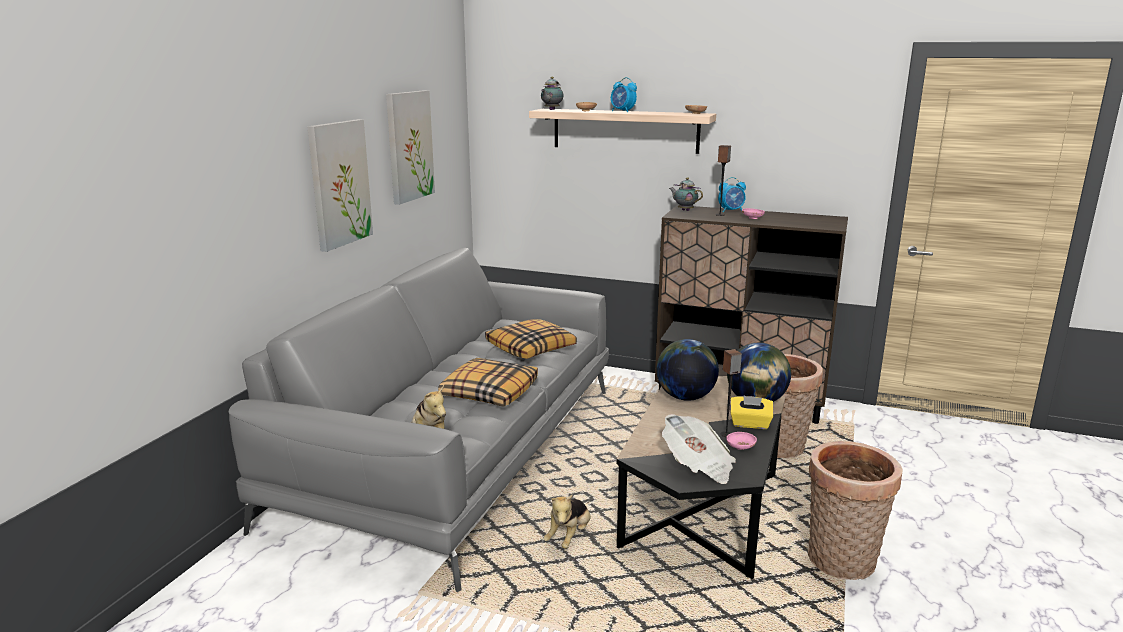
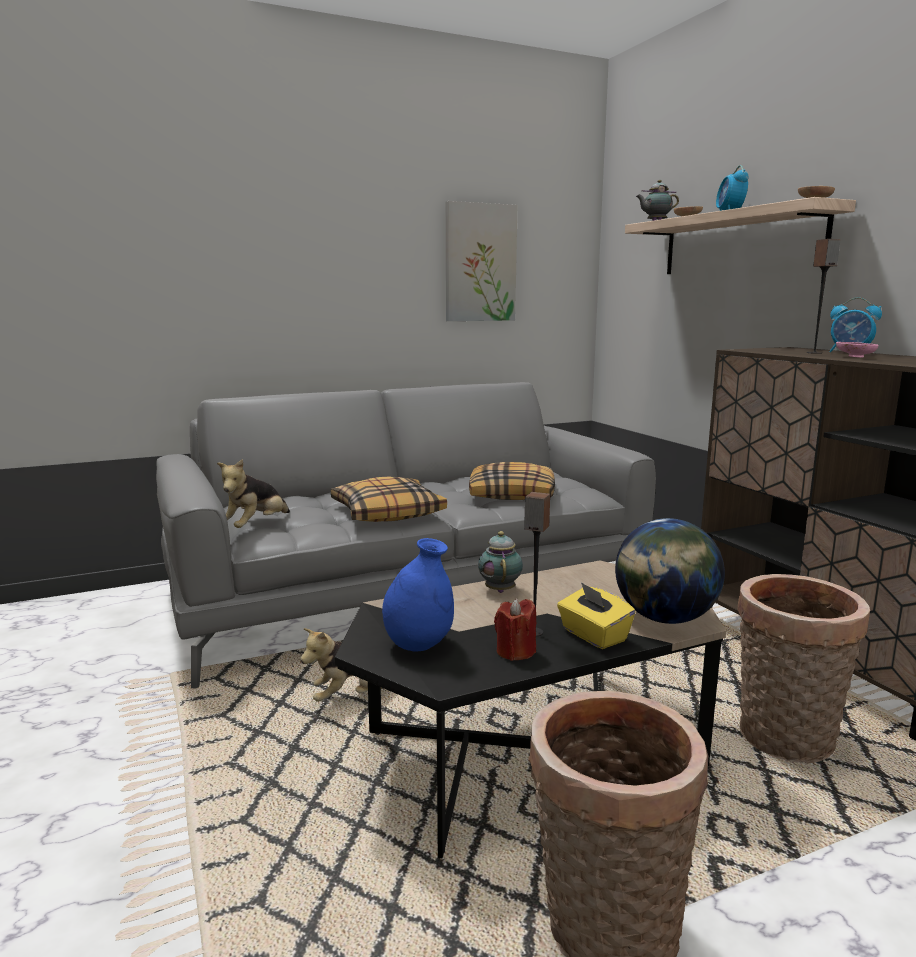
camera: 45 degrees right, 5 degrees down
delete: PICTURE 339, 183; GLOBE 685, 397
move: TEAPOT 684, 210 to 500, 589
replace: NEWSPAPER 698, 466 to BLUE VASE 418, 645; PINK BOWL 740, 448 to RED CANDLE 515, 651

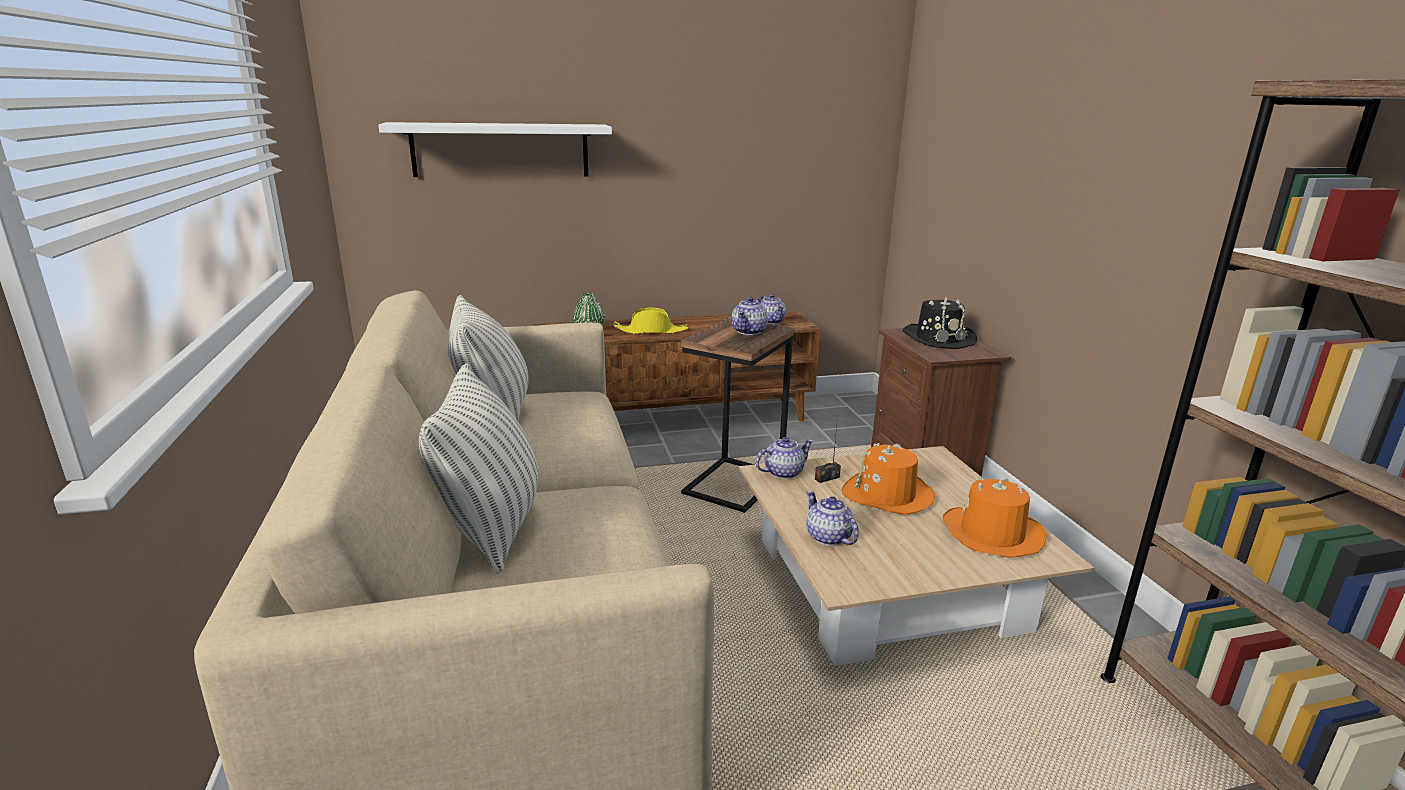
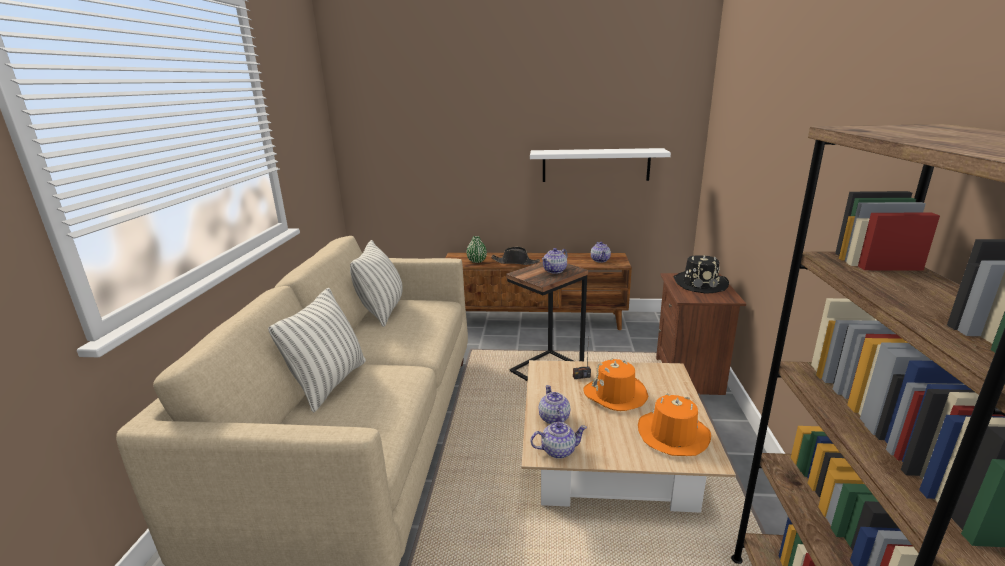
camera: 20 degrees right, 0 degrees up
move: WHITE SHELF 501, 150 to 595, 165; TEAPOT 782, 472 to 557, 450
recolor: YELLOW HAT 651, 331 to BLACK HAT 515, 262

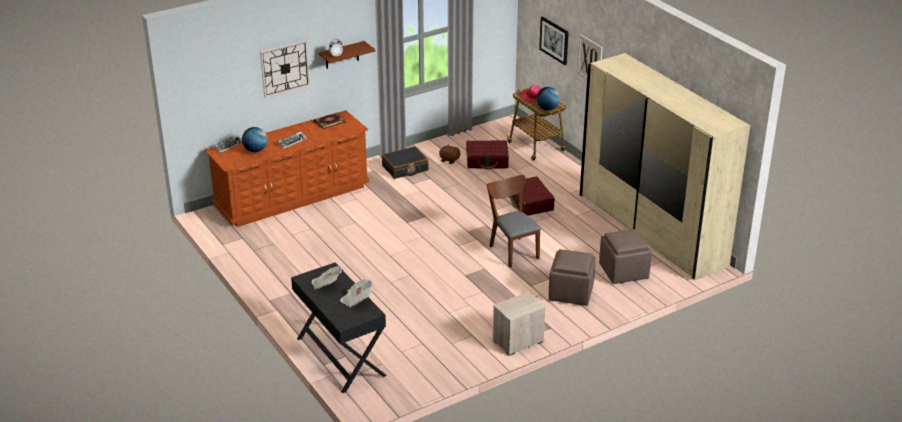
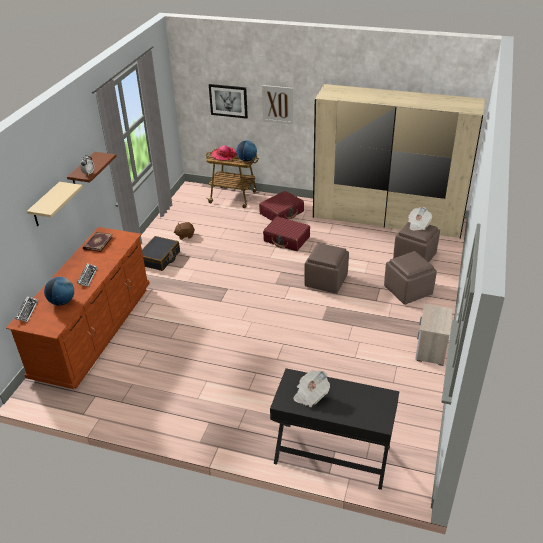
camera: 40 degrees left, 5 degrees up
move: NEWSPAPER 356, 300 to 418, 224; RED SUITCASE 487, 161 to 282, 213
replace: WALL CLOCK 285, 68 to BEIGE SHELF 46, 205; BROWN CHAIR 512, 250 to BROWN OTTOMAN 326, 281

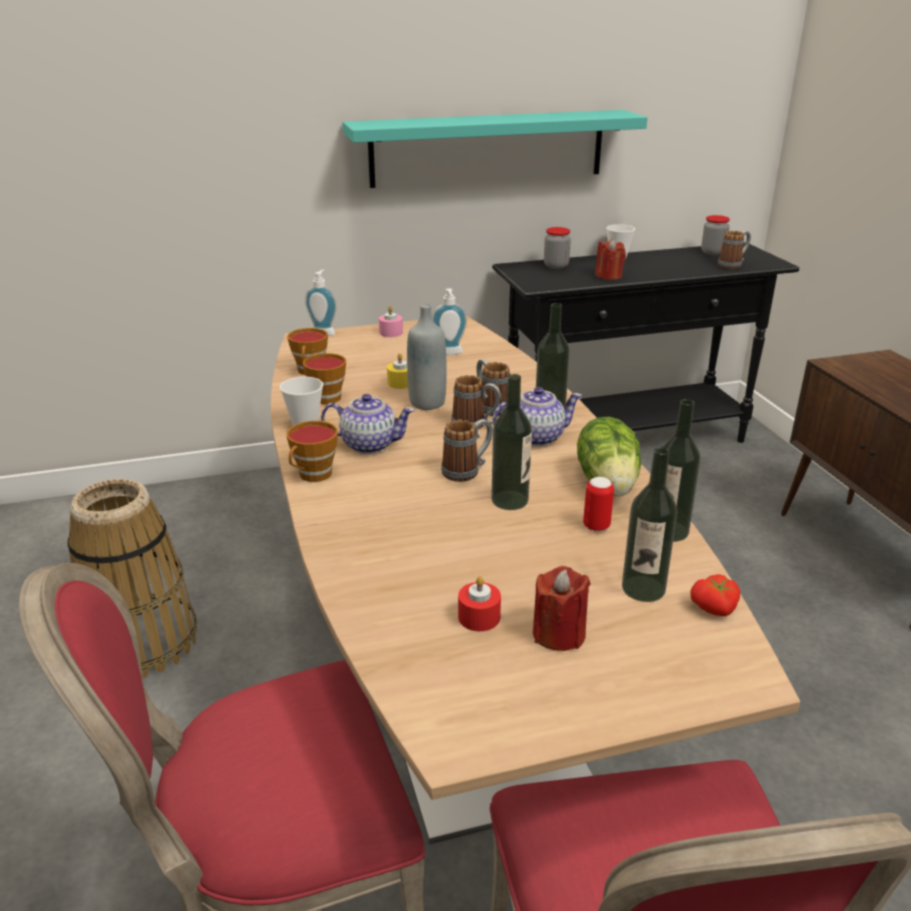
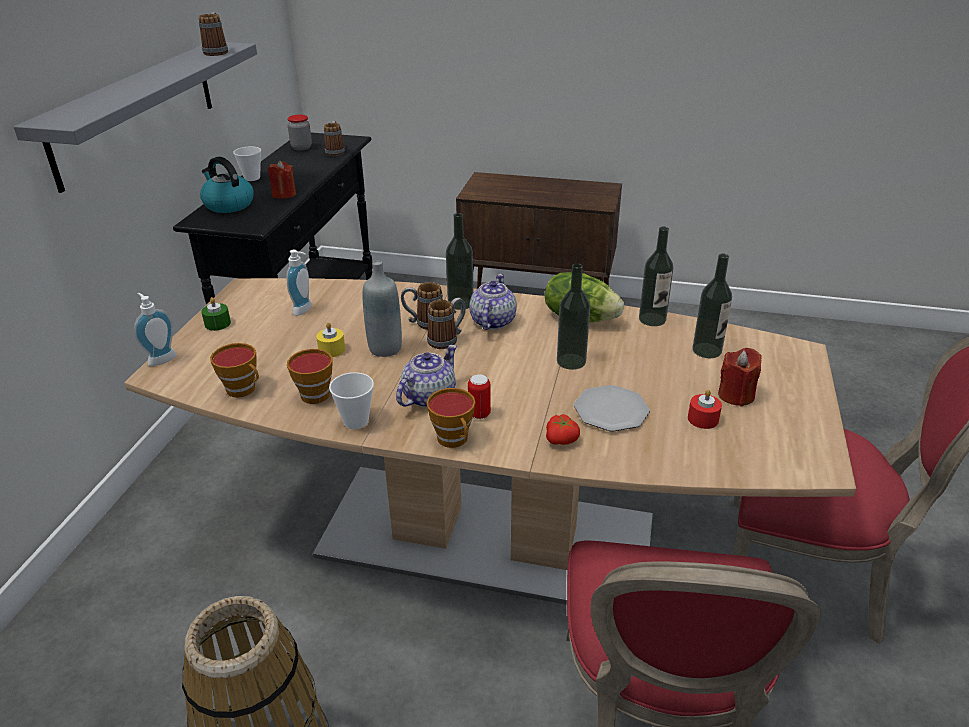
camera: 60 degrees left, 5 degrees up
insert: PLATE 610, 410
move: MUG 467, 470 to 217, 51; CAN 596, 526 to 479, 414; TOMATO 714, 608 to 562, 439
replace: JAR 556, 266 to KETTLE 228, 204
recolor: TURQUOISE SHELF 488, 148 to GREY SHELF 136, 111; PINK CANDLE 391, 332 to GREEN CANDLE 217, 324

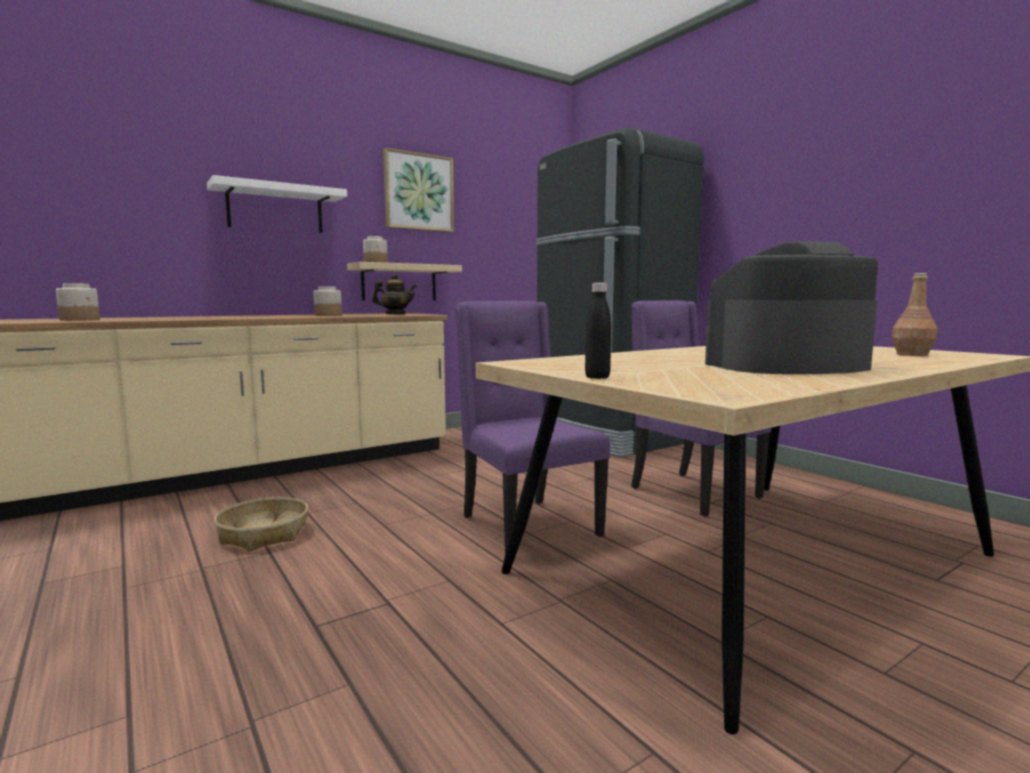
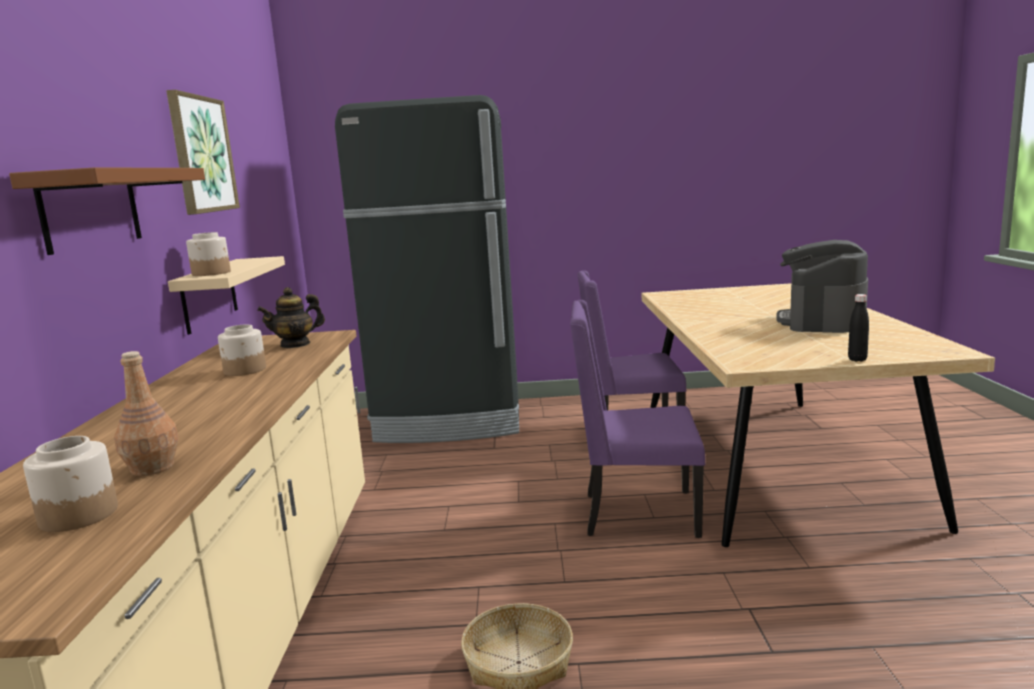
camera: 55 degrees left, 5 degrees up
move: BROWN BOTTLE 912, 354 to 153, 468
recolor: WHITE SHELF 275, 209 to BROWN SHELF 91, 209
rotate: TEAPOT 395, 314 = 295, 344 150 degrees counterclockwise

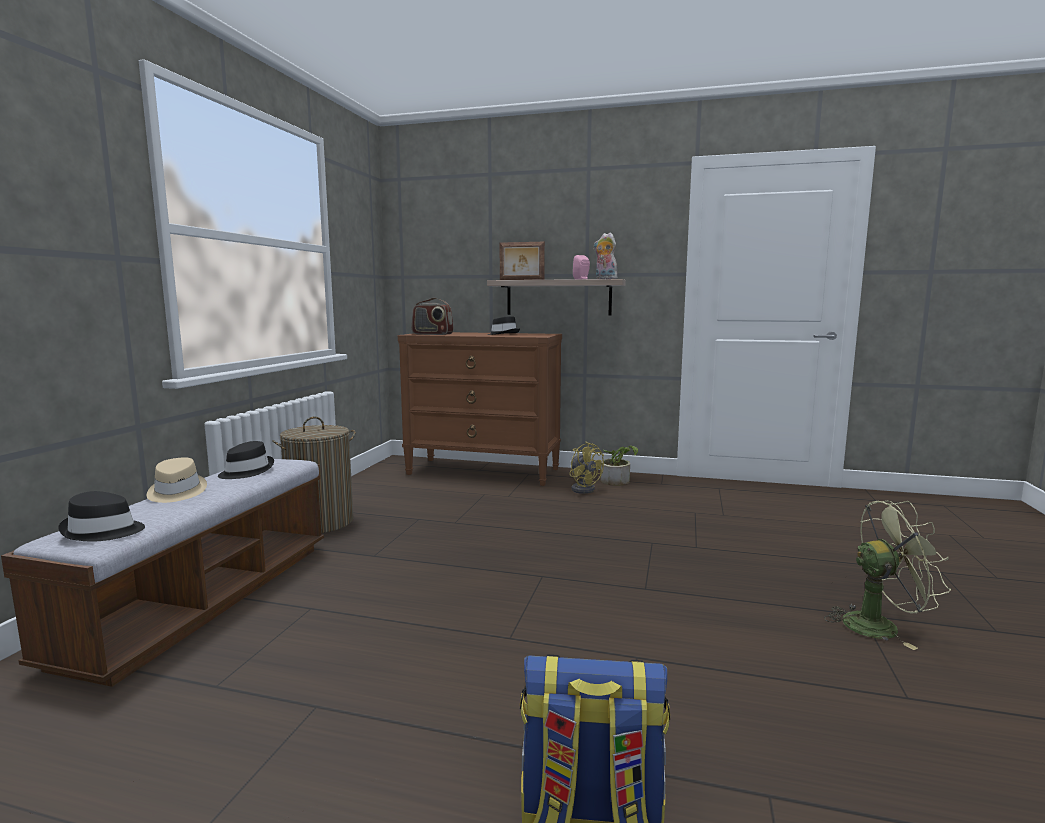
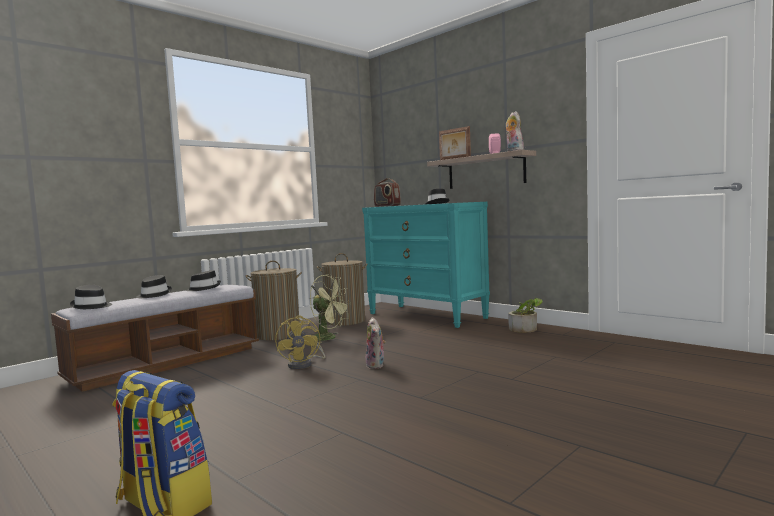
camera: 30 degrees right, 5 degrees down
insert: LAUNDRY BASKET 345, 321; PLUSH TOY 376, 365
move: YELLOW FAN 583, 488 to 304, 364; GREEN FAN 880, 625 to 329, 338
recolor: BEIGE HAT 176, 492 to BLACK HAT 153, 295; BROWN DRESSER 484, 471 to TURQUOISE DRESSER 427, 316

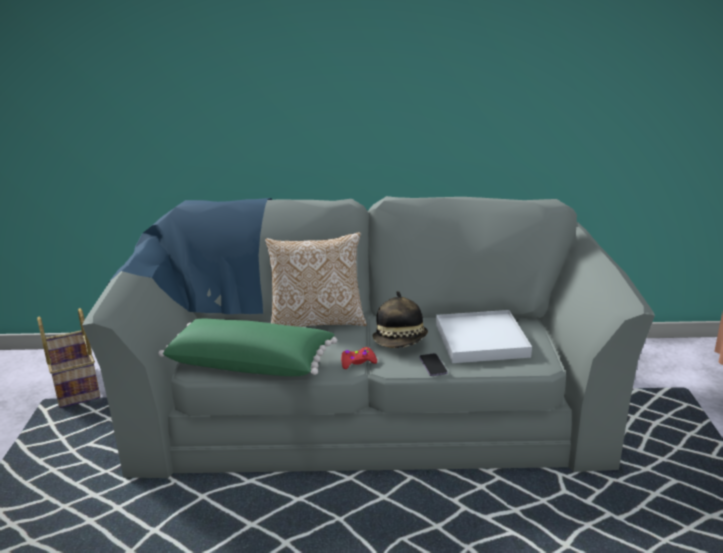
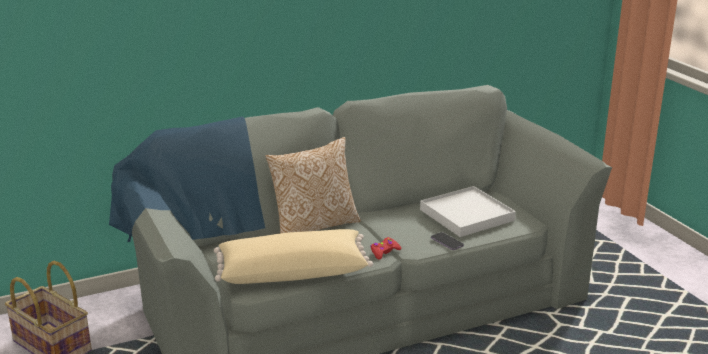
camera: 25 degrees left, 0 degrees up
delete: HAT 401, 342
recolor: GREEN PILLOW 251, 363 to BEIGE PILLOW 292, 272

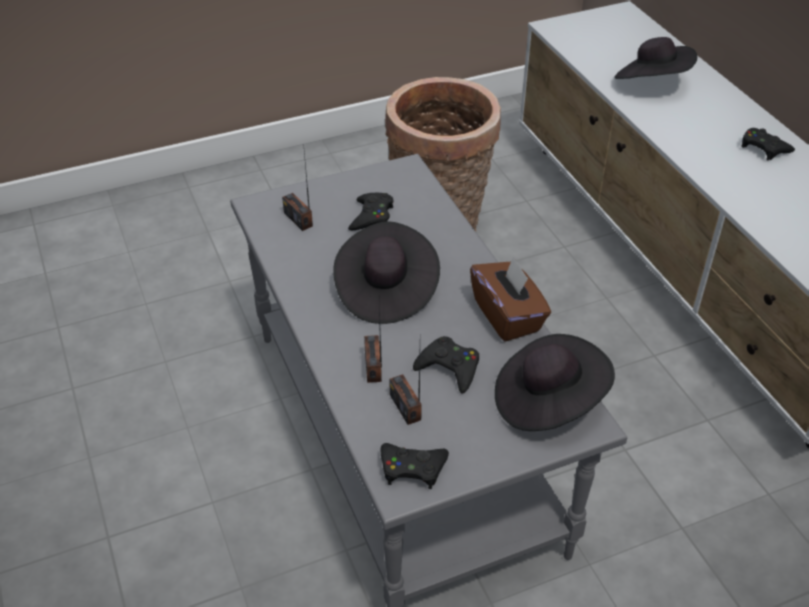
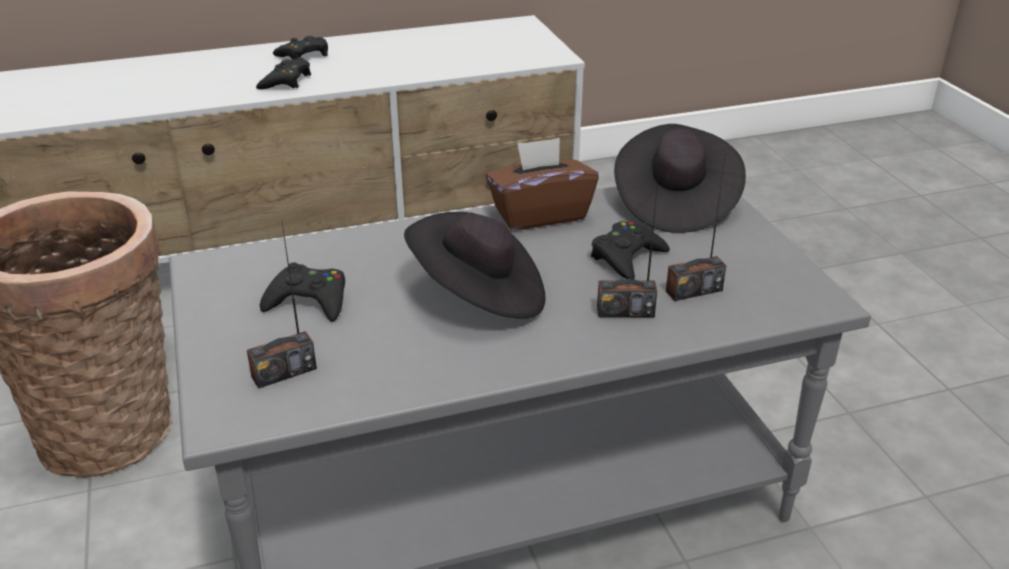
camera: 85 degrees left, 10 degrees down
delete: BLACK HAT 652, 82
move: BLACK GAME CONTROLLER 412, 468 to 286, 81

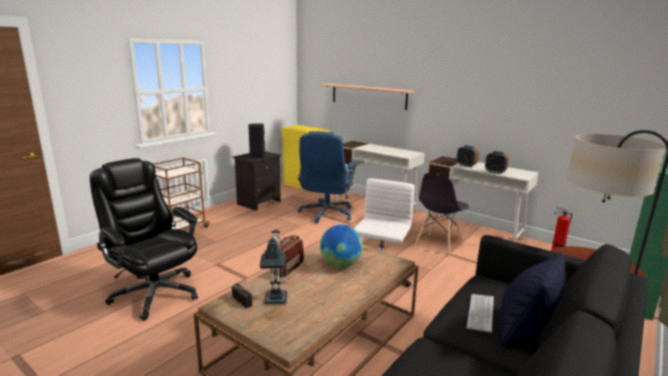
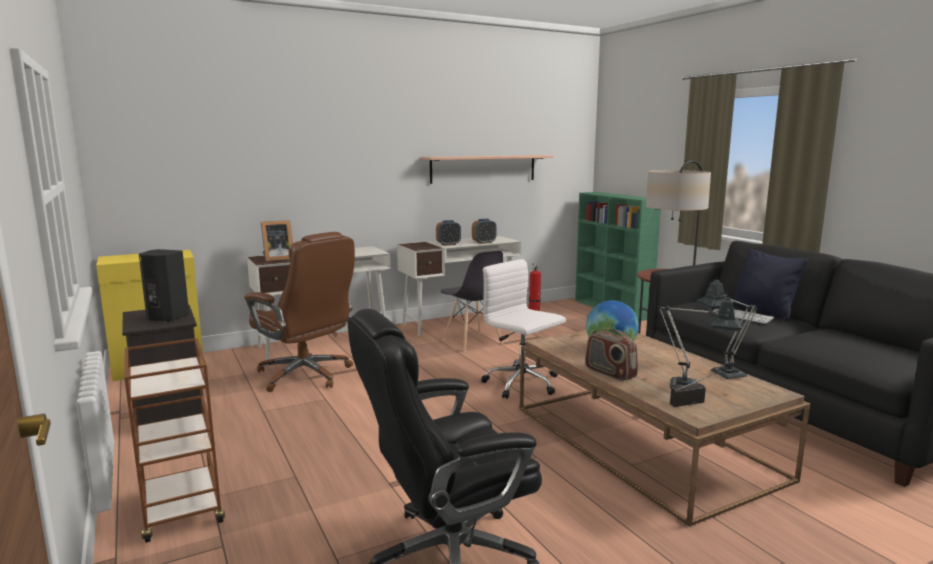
camera: 65 degrees left, 5 degrees down
insert: PICTURE FRAME 277, 259; TABLE LAMP 723, 372
move: SHELF 368, 96 to 483, 168
recolor: BLUE OFFICE CHAIR 326, 214 to BROWN OFFICE CHAIR 306, 375

